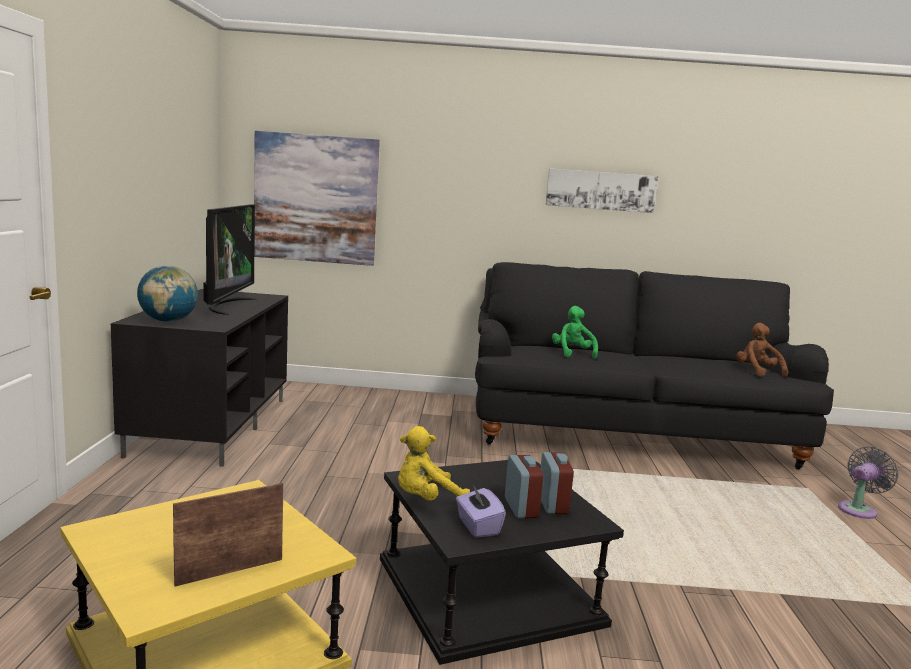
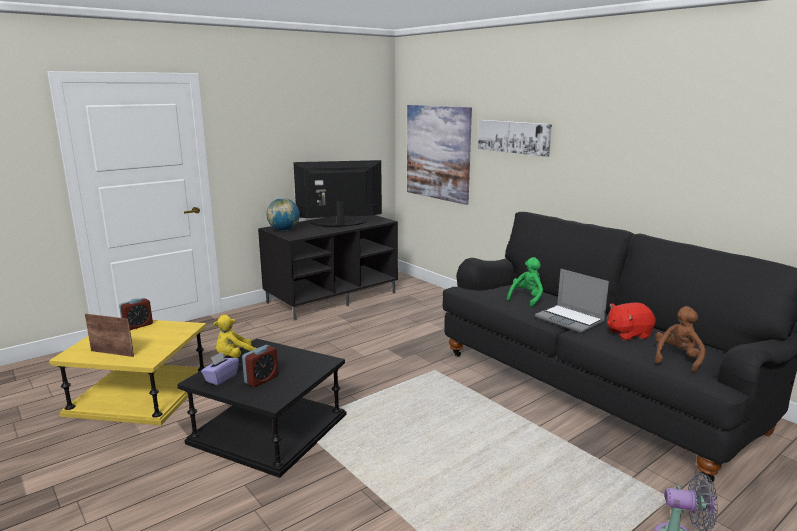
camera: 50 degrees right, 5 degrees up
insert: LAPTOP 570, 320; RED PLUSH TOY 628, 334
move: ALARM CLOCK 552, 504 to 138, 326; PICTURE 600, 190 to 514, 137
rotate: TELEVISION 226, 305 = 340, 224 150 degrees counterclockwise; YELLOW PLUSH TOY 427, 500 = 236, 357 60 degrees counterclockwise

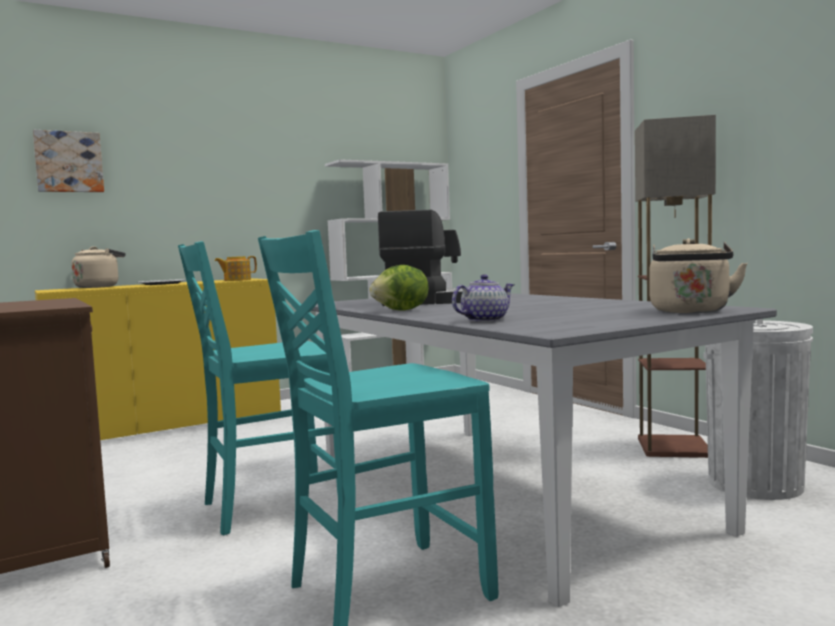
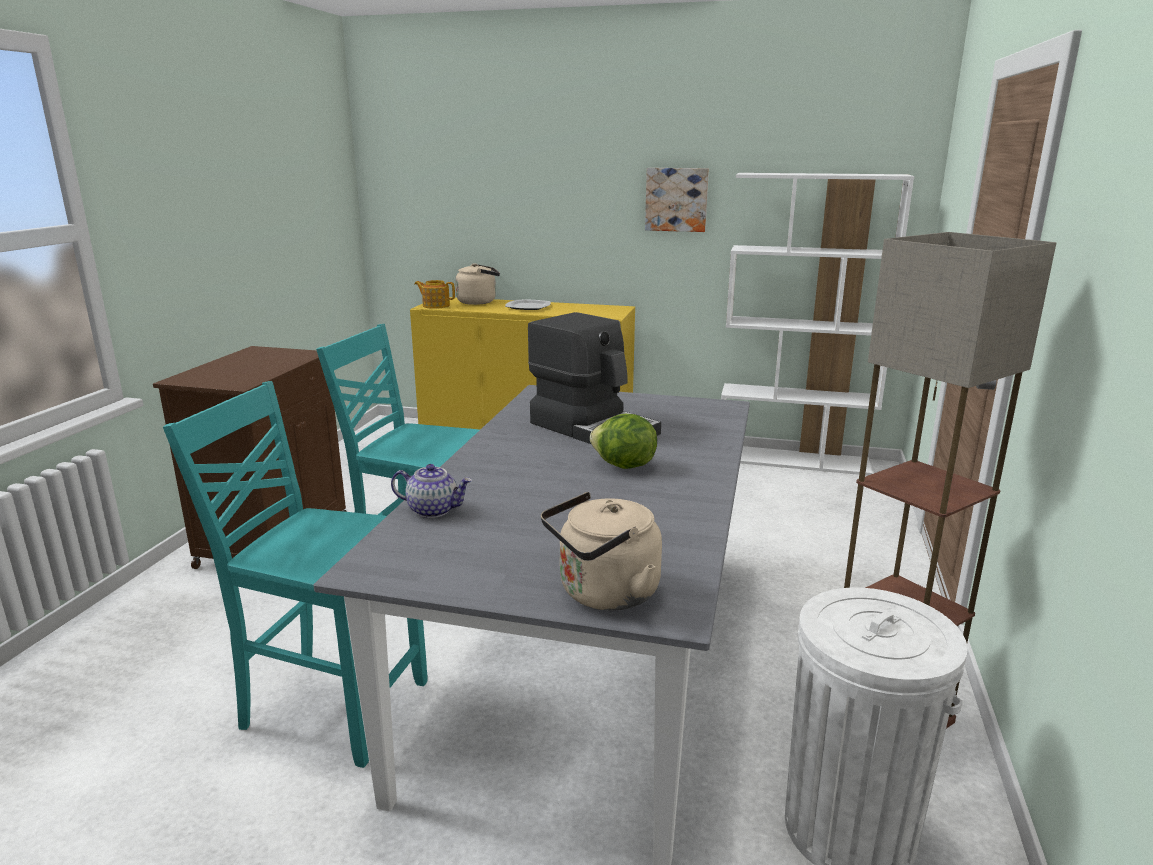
camera: 45 degrees right, 15 degrees up
move: PICTURE 69, 162 to 676, 199; TEAPOT 236, 280 to 435, 305; LETTUCE 402, 310 to 623, 466

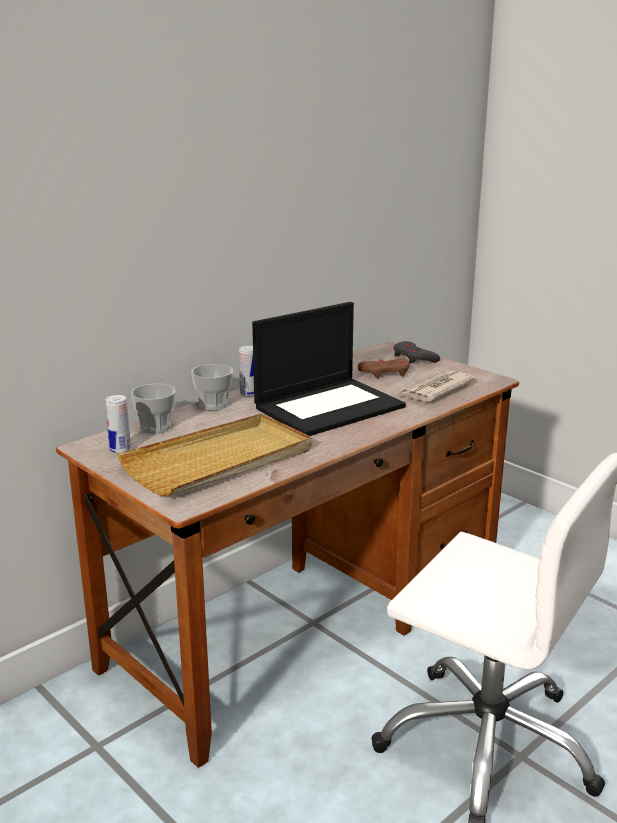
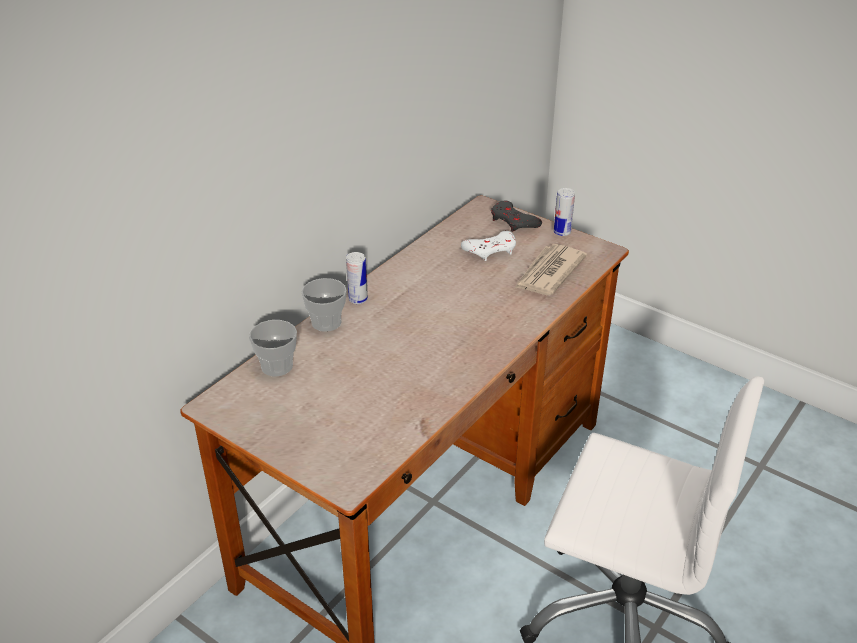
camera: 10 degrees left, 15 degrees up
delete: BEIGE TRAY 220, 460; LAPTOP 329, 406
move: CAN 120, 450 to 562, 232
recolor: BROWN GAME CONTROLLER 385, 372 to WHITE GAME CONTROLLER 491, 249

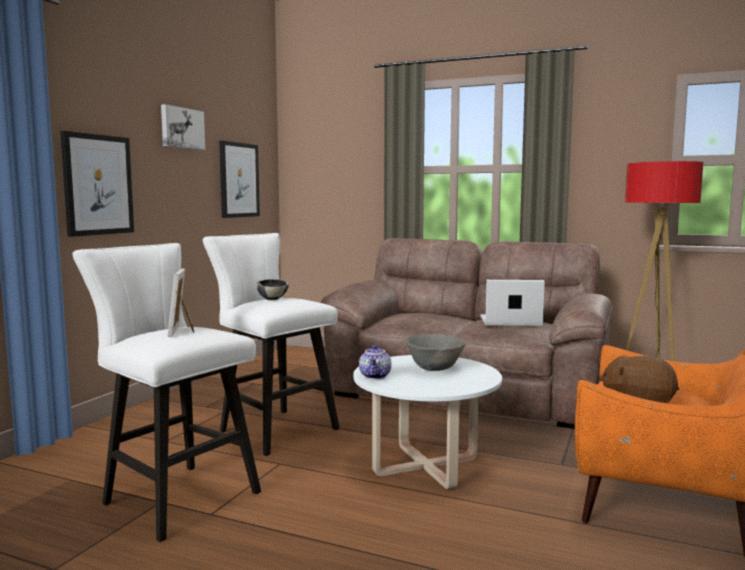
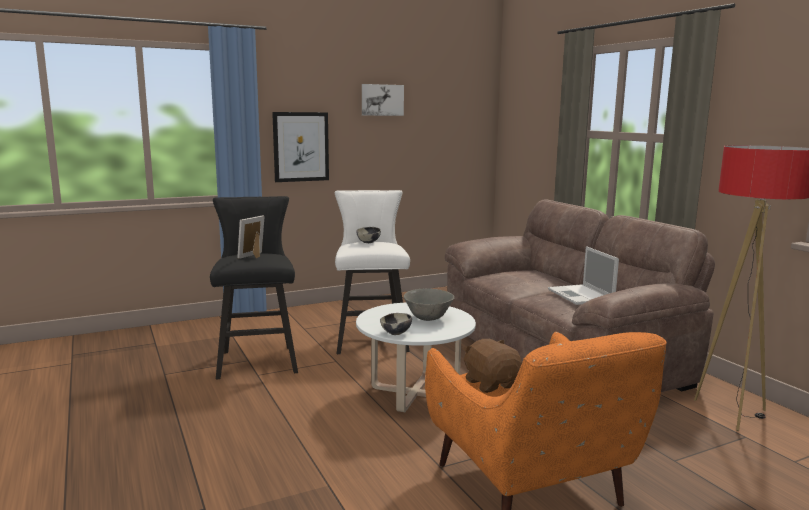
camera: 40 degrees right, 5 degrees up
delete: PICTURE 238, 180; TEAPOT 376, 376
insert: BOWL 396, 333
recolor: WHITE STOOL 174, 496 to BLACK STOOL 257, 360
rotate: LAPTOP 509, 321 = 581, 295 150 degrees counterclockwise

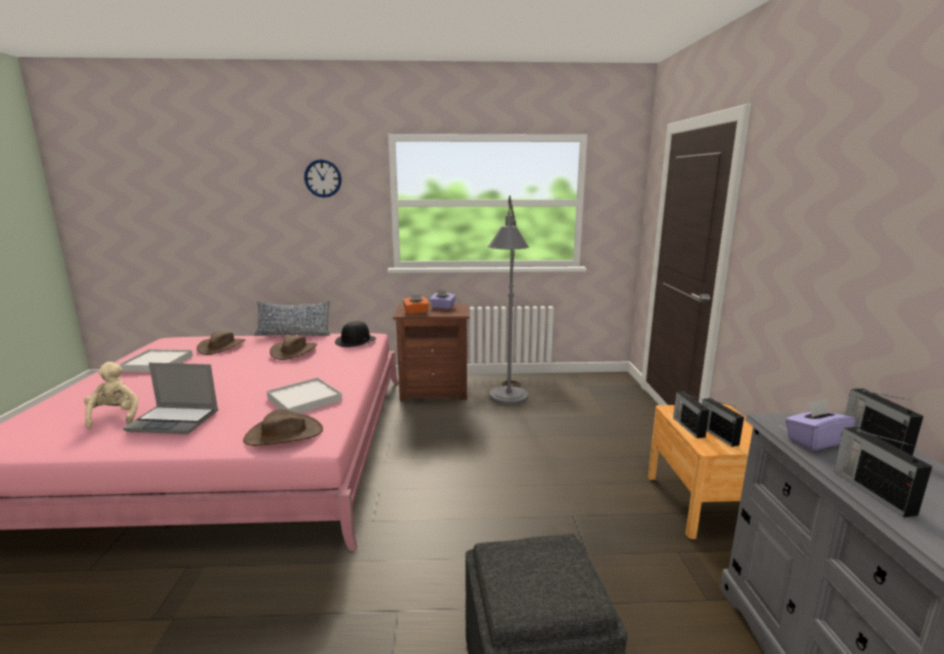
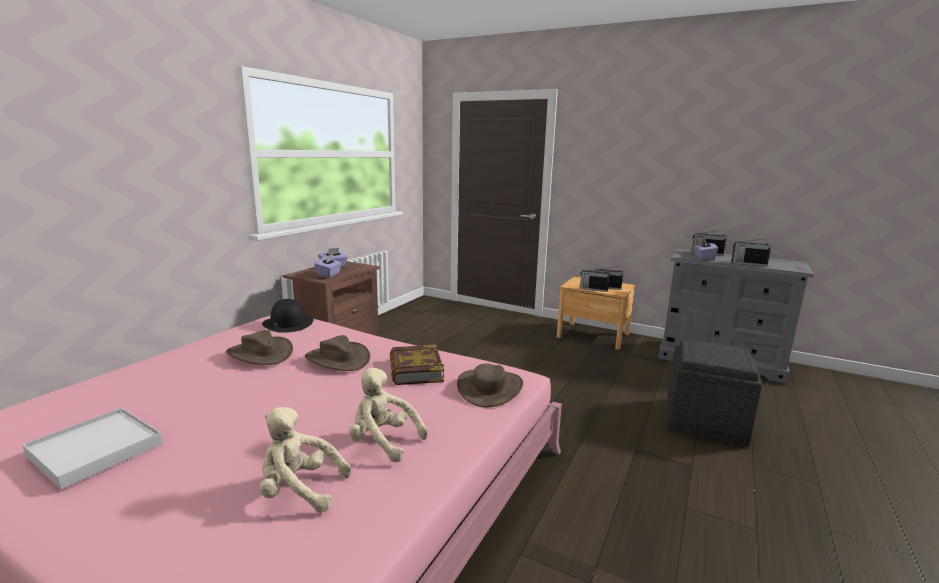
camera: 60 degrees left, 0 degrees up
delete: PILLOW 294, 334; WALL CLOCK 323, 178; GREY FLOOR LAMP 507, 401
move: BROWN HAT 222, 346 to 337, 359
replace: LAPTOP 175, 421 to BEIGE PLUSH TOY 383, 442; WHITE TRAY 304, 399 to BOOK 415, 370
recolor: ORANGE TISSUE BOX 416, 312 to PURPLE TISSUE BOX 329, 275

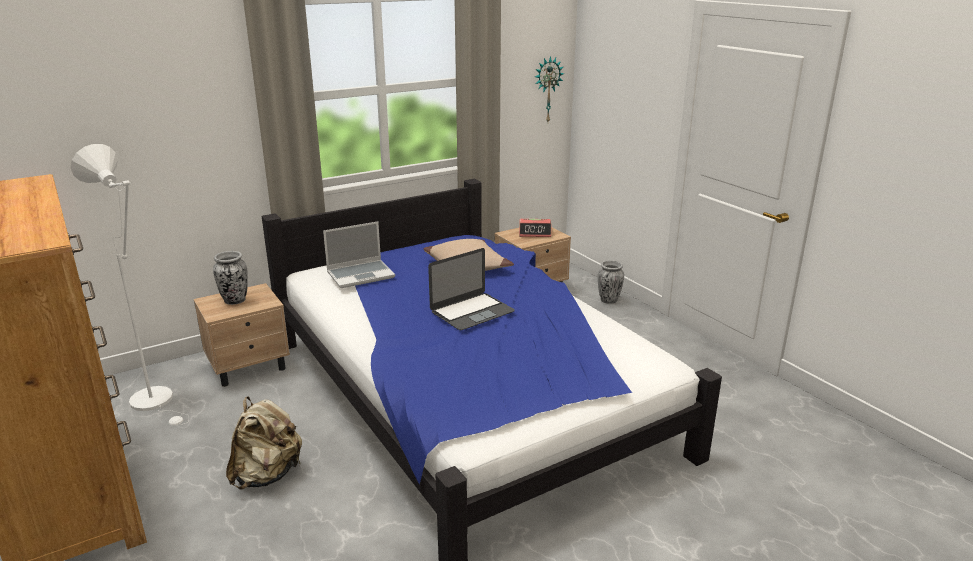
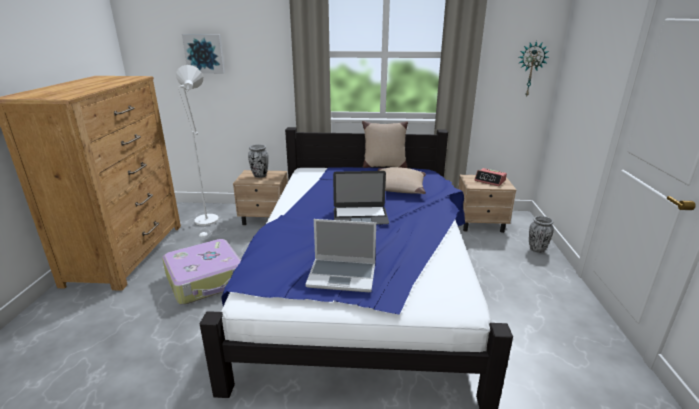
camera: 35 degrees right, 0 degrees up
insert: PICTURE 204, 53; BEIGE PILLOW 384, 166
move: LAPTOP 361, 275 to 343, 275
replace: BEIGE BACKPACK 267, 475 to SUITCASE 206, 280

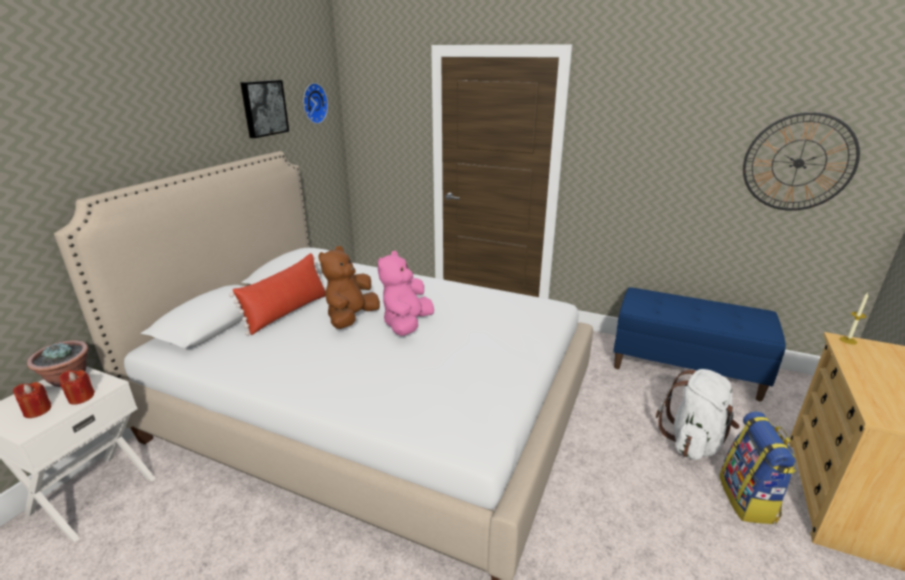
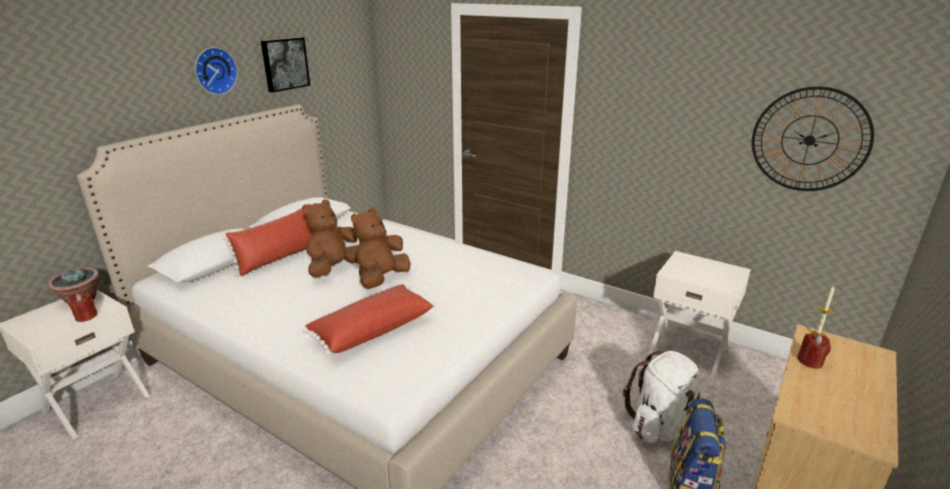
camera: 10 degrees right, 0 degrees up
insert: RED PILLOW 371, 329
move: RED CANDLE 37, 411 to 810, 361; WALL CLOCK 313, 103 to 214, 71
replace: BLUE BENCH 685, 368 to WHITE NIGHTSTAND 688, 351
recolor: PINK PLUSH TOY 407, 325 to BROWN PLUSH TOY 381, 279

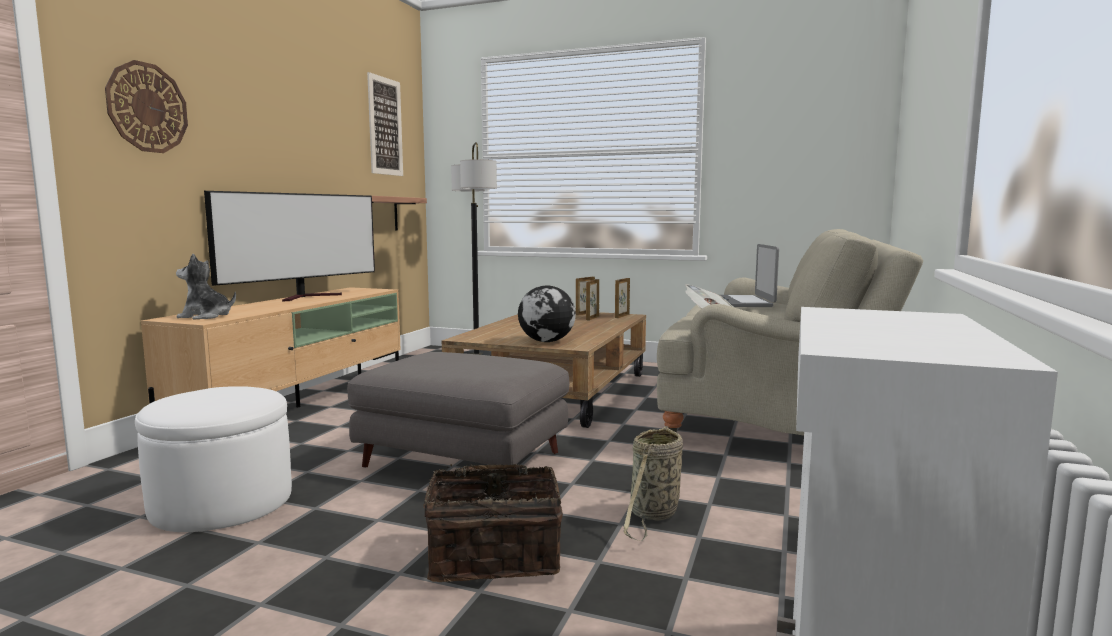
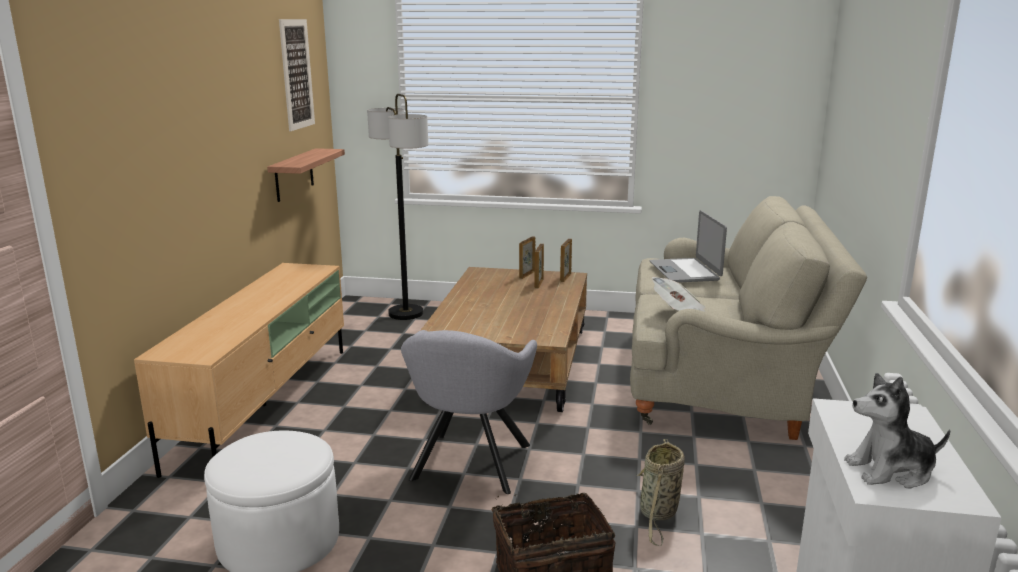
camera: 10 degrees left, 10 degrees up
delete: WALL CLOCK 147, 107; TELEVISION 308, 297; GLOBE 547, 342
move: PLUSH TOY 206, 316 to 891, 470
replace: GREY OTTOMAN 462, 460 to GREY ARMCHAIR 468, 466

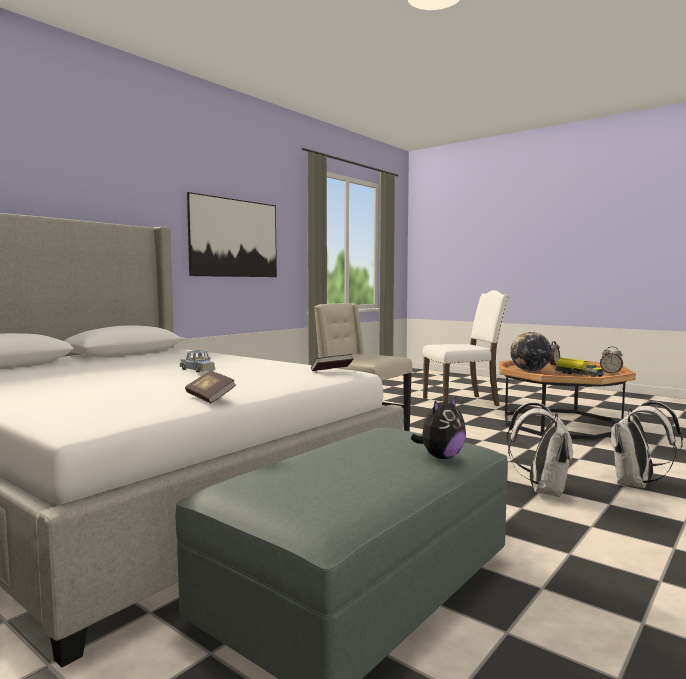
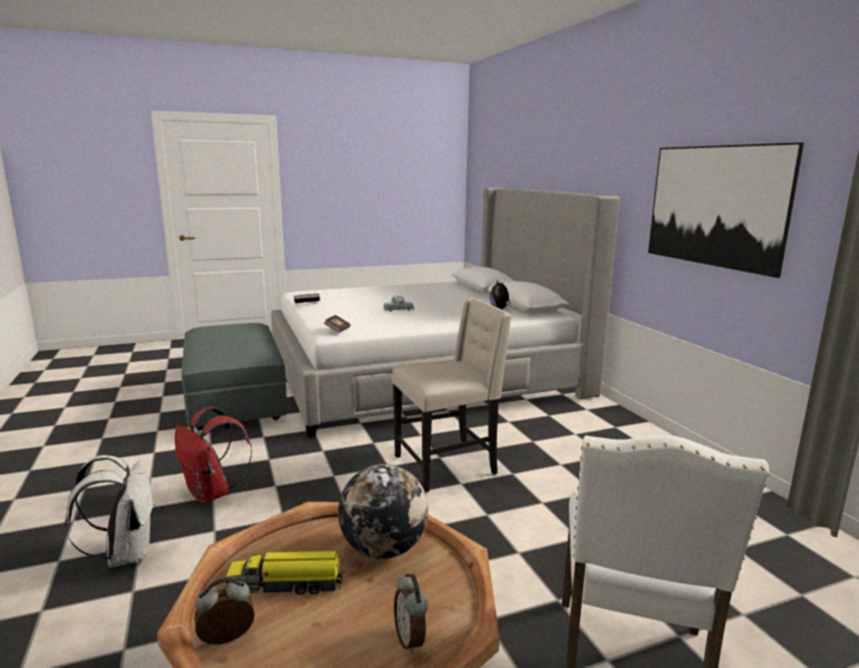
camera: 120 degrees right, 10 degrees up
move: PLUSH TOY 441, 457 to 500, 309
recolor: WHITE BACKPACK 542, 490 to RED BACKPACK 212, 493

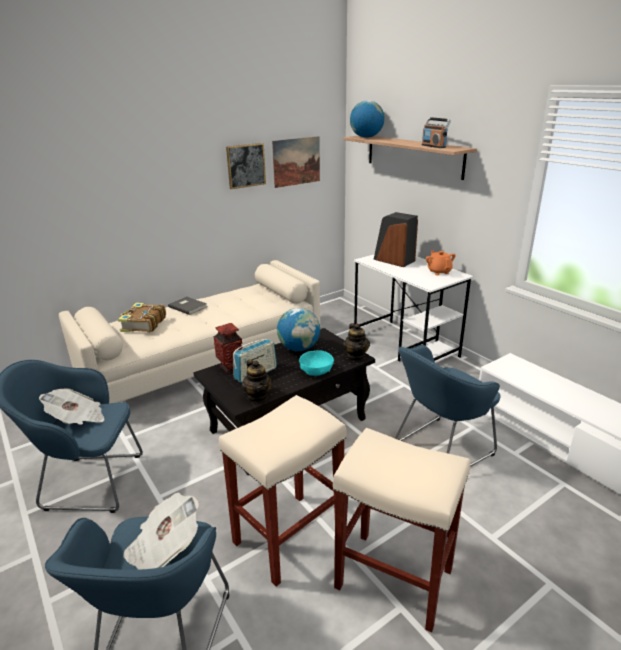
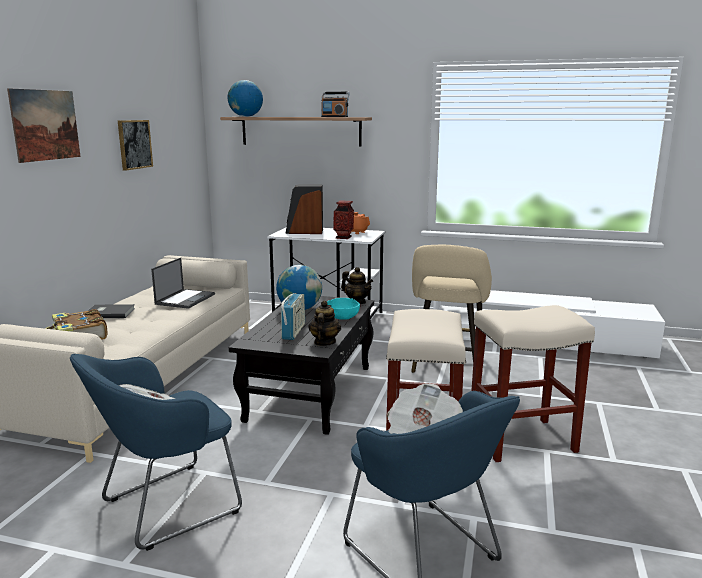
camera: 40 degrees left, 10 degrees down
insert: LAPTOP 185, 299
move: VASE 230, 367 to 343, 237; PICTURE 296, 161 to 45, 125
replace: BLUE ARMCHAIR 439, 449 to BEIGE STOOL 447, 366
rotate: TEAPOT 258, 396 = 324, 342 105 degrees counterclockwise

